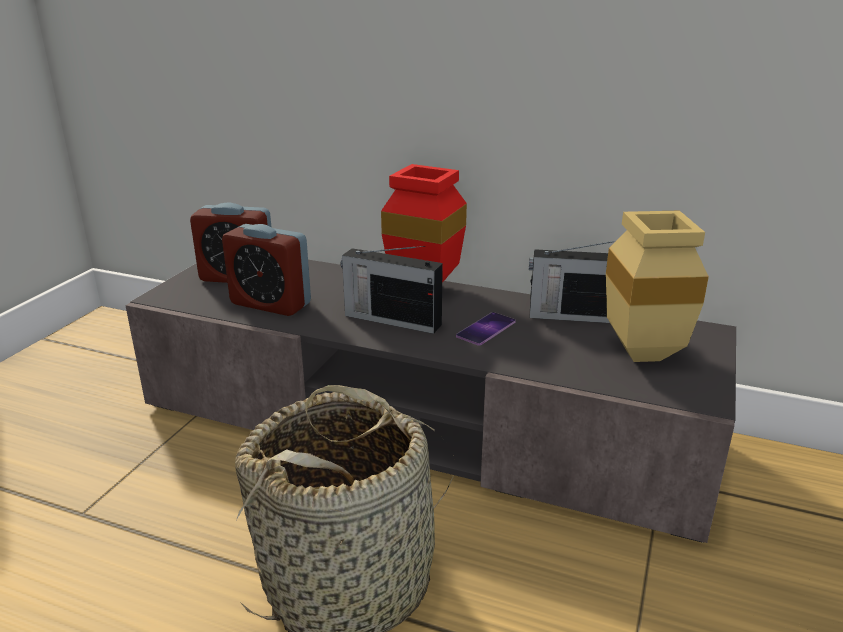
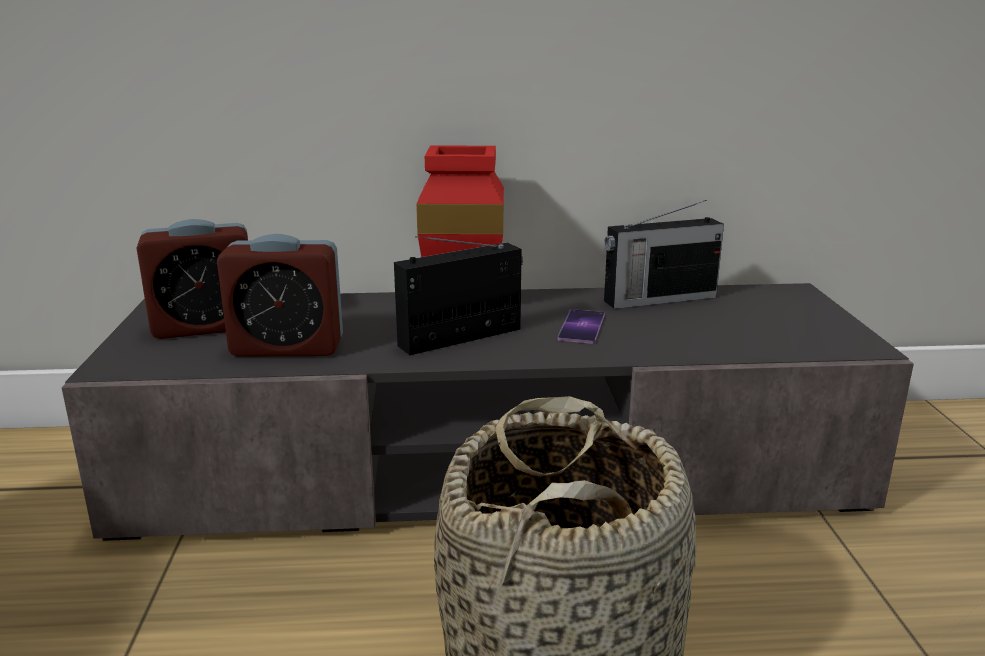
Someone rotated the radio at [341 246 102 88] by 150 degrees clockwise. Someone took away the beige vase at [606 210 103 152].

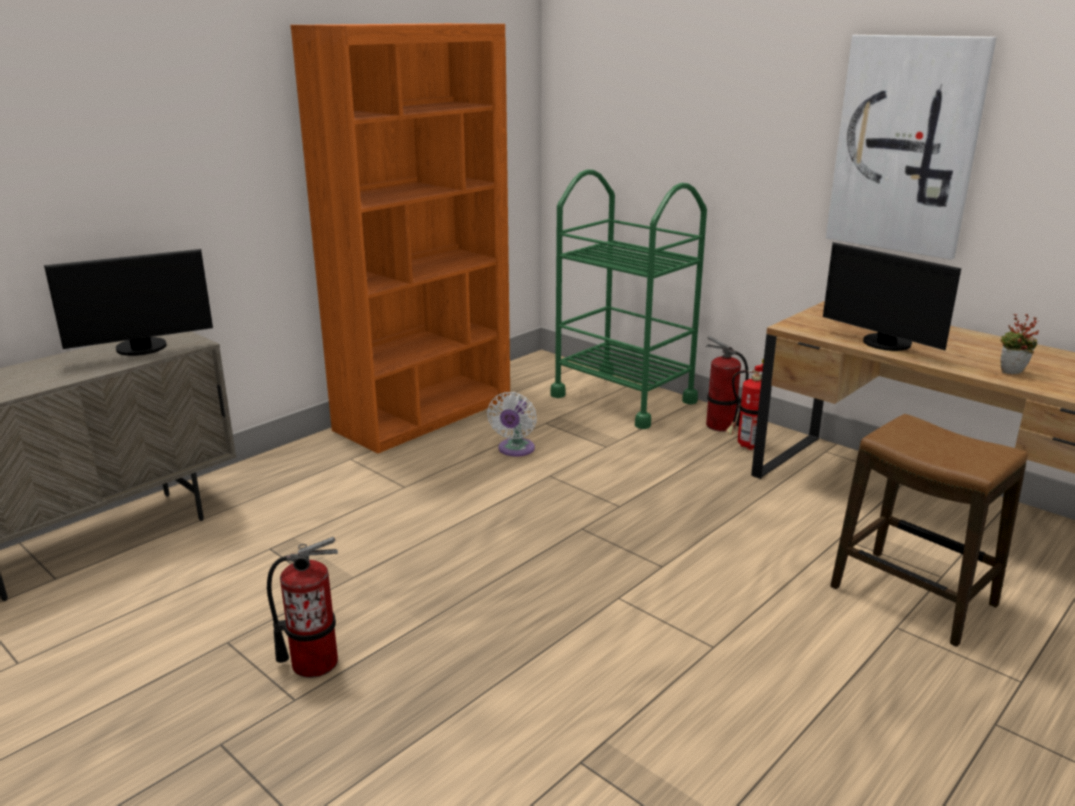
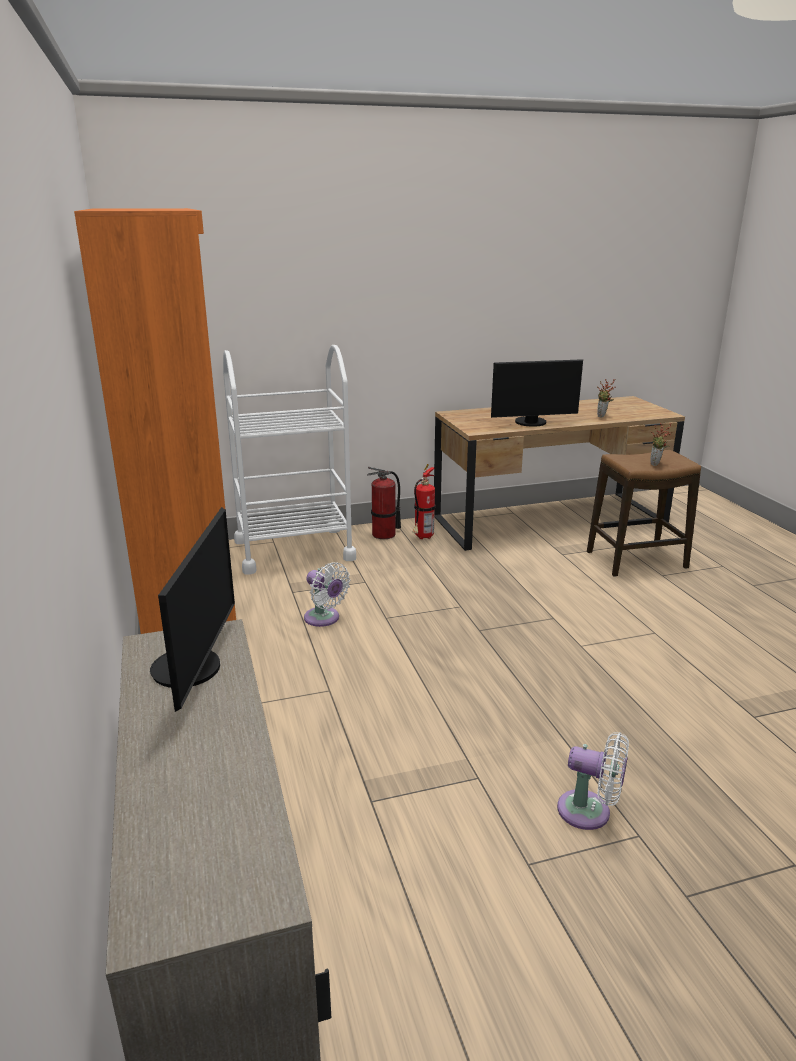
Someone repainted the green cart at [550 169 157 260], which became the white cart at [223 345 133 229]. Someone swapped the fire extinguisher at [267 537 71 141] for the white fan at [557 732 72 98]. Someone put down the potted plant at [650 423 23 43]. Someone took away the picture at [826 35 171 225].

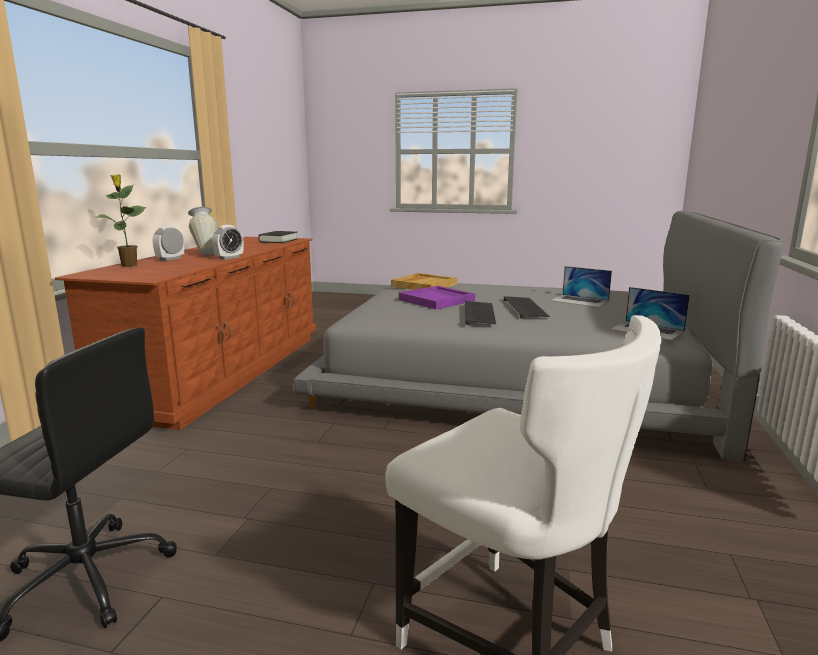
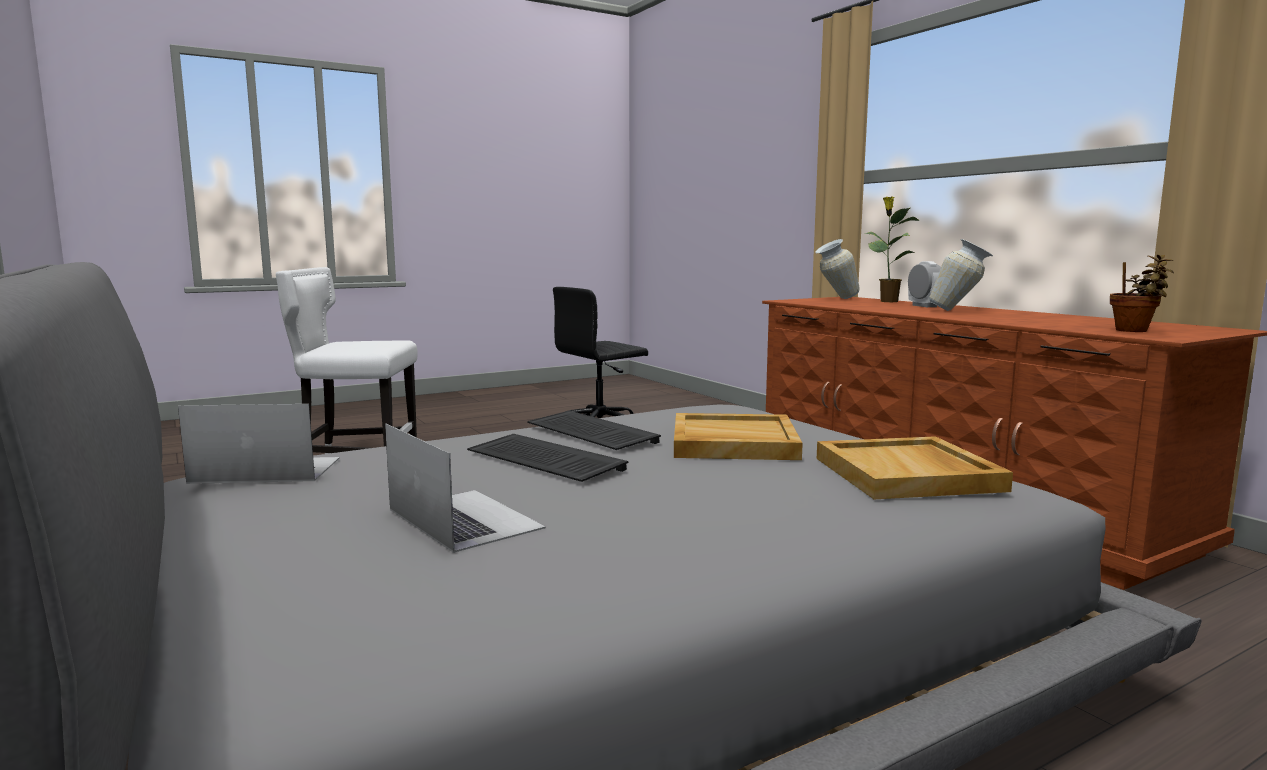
Someone rotated the laptop at [550 266 62 41] by 60 degrees clockwise. Someone repainted the purple tray at [399 286 76 23], which became the beige tray at [674 413 129 47]. Someone put down the vase at [815 239 45 60]. Someone swapped the black book at [258 231 40 12] for the potted plant at [1110 255 64 77]. Someone took away the alarm clock at [212 225 32 35].

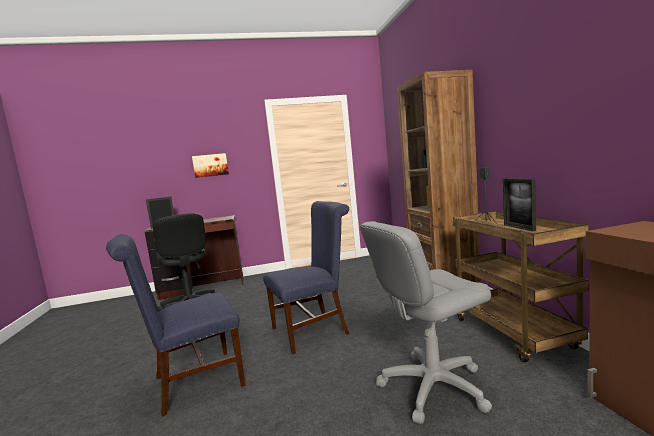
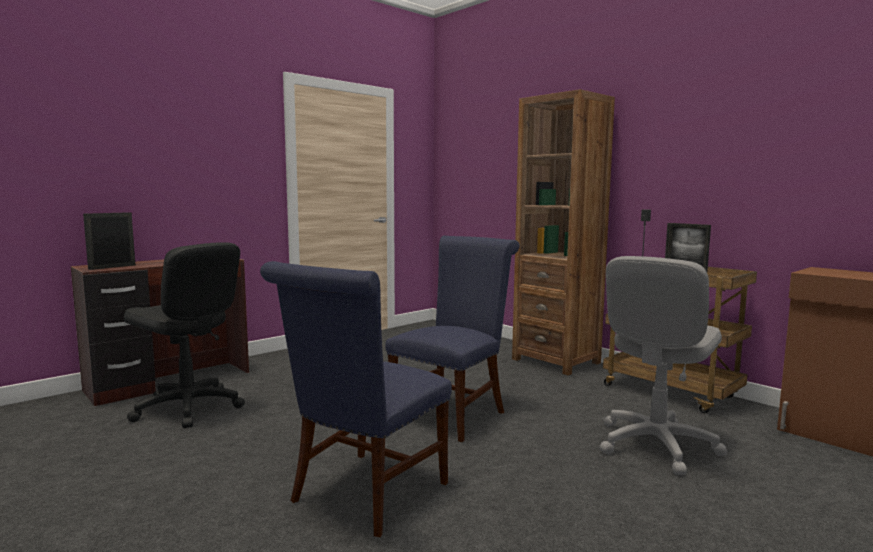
Someone took away the picture at [192 153 37 25].

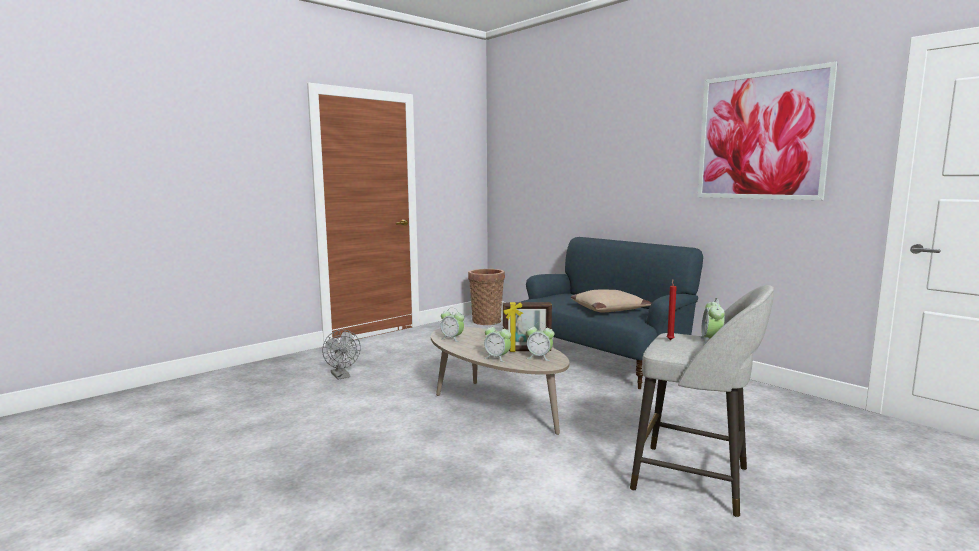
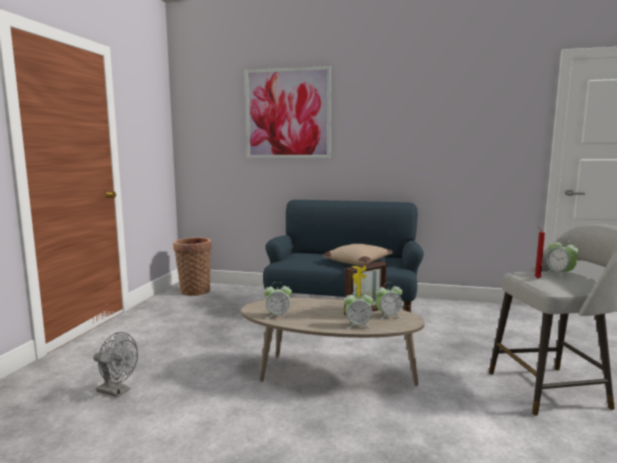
Someone carried the picture from [698 62 140 138] to [245 66 86 92].

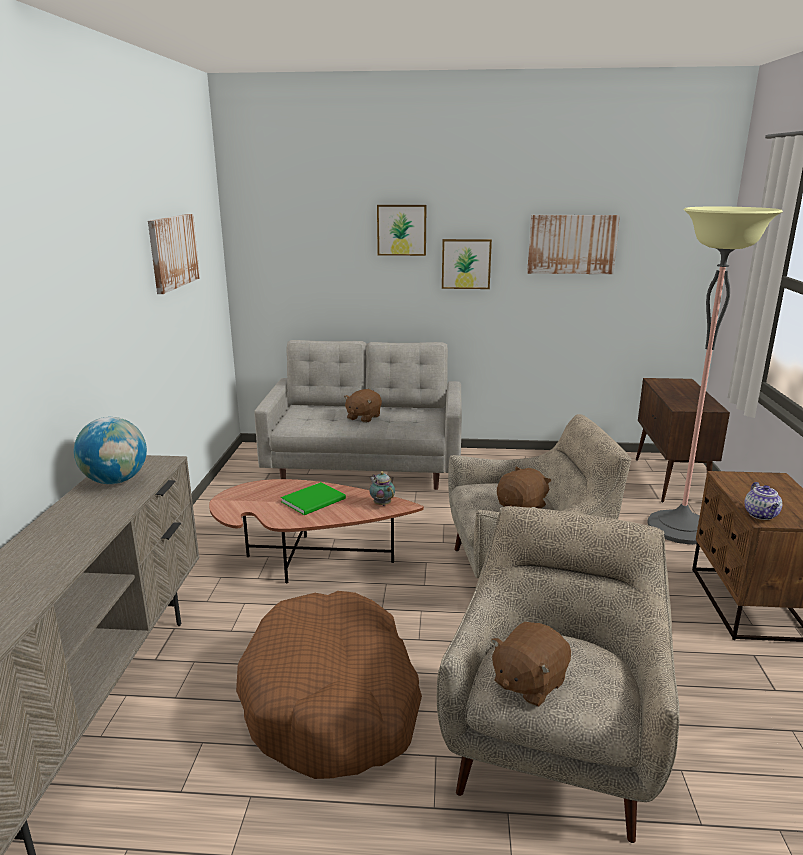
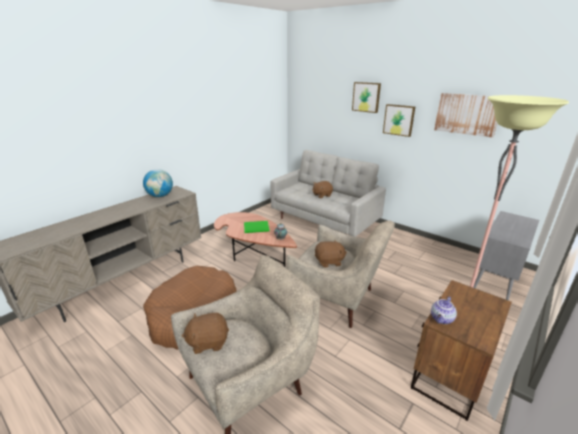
Someone repainted the brown cabinet at [636 378 94 125], which became the grey cabinet at [473 211 66 90]. Someone took away the picture at [148 214 52 80].

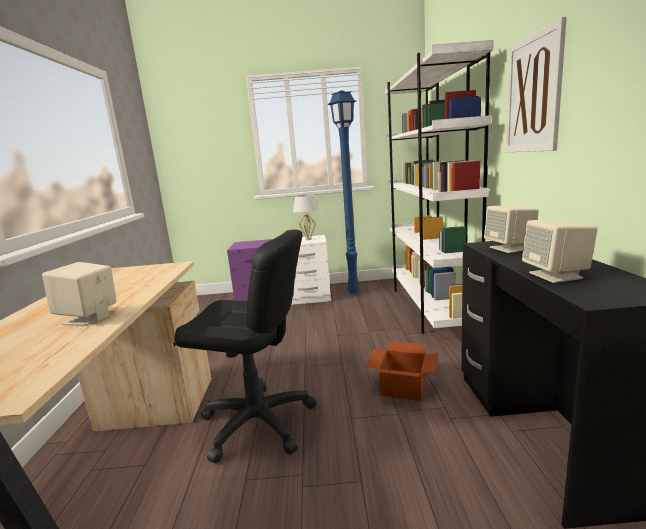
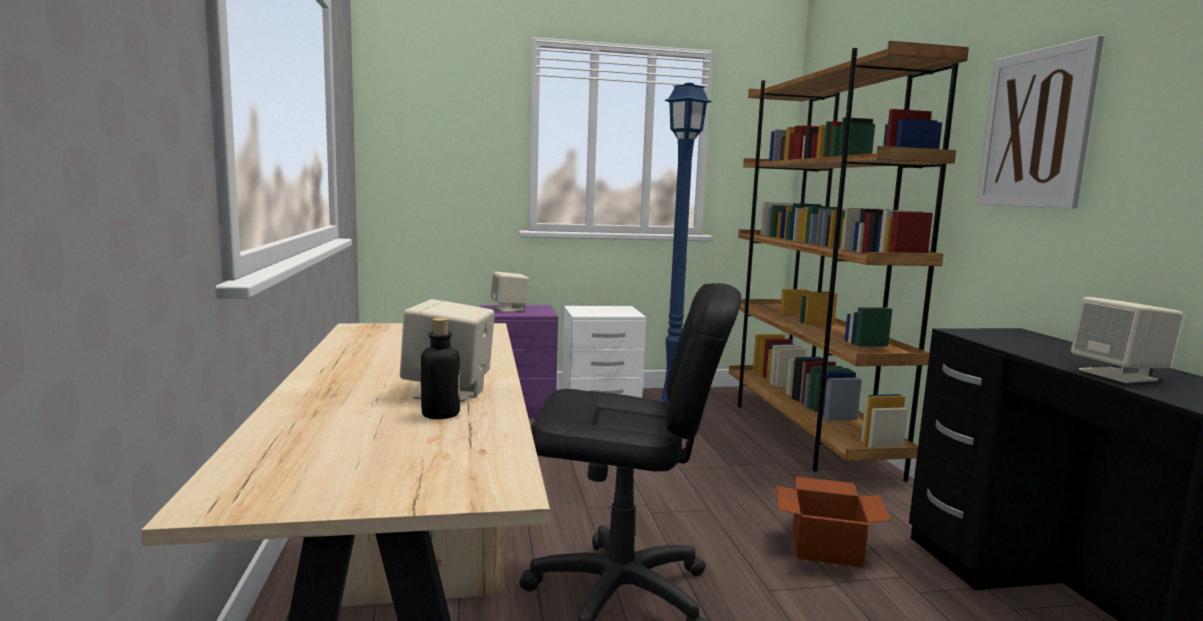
Someone put down the bottle at [421 318 39 101]. Someone carried the beige speaker from [484 206 55 47] to [491 272 38 40]. Someone repainted the white bookcase at [385 40 109 294], which became the brown bookcase at [729 41 240 441]. Someone took away the white table lamp at [293 194 26 46].

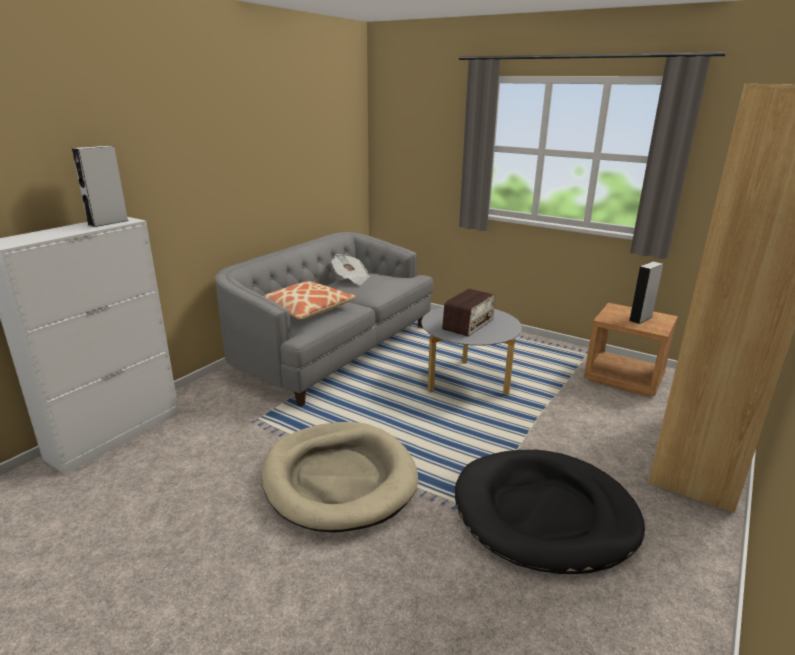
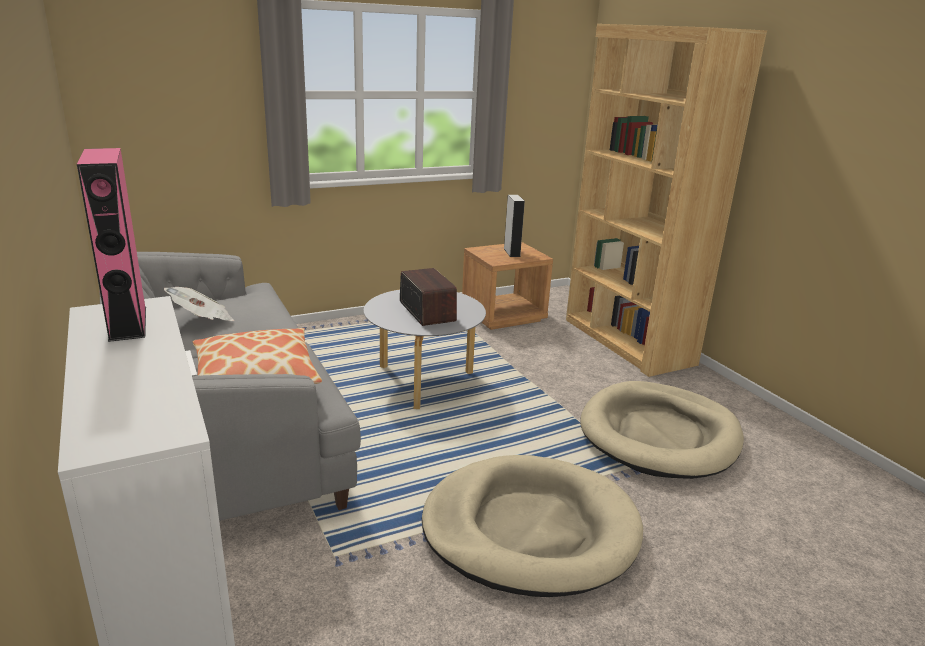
Someone repainted the grey speaker at [72 146 56 81], which became the pink speaker at [77 148 69 194]. Someone repainted the black dog bed at [455 450 190 124], which became the beige dog bed at [580 381 164 98].

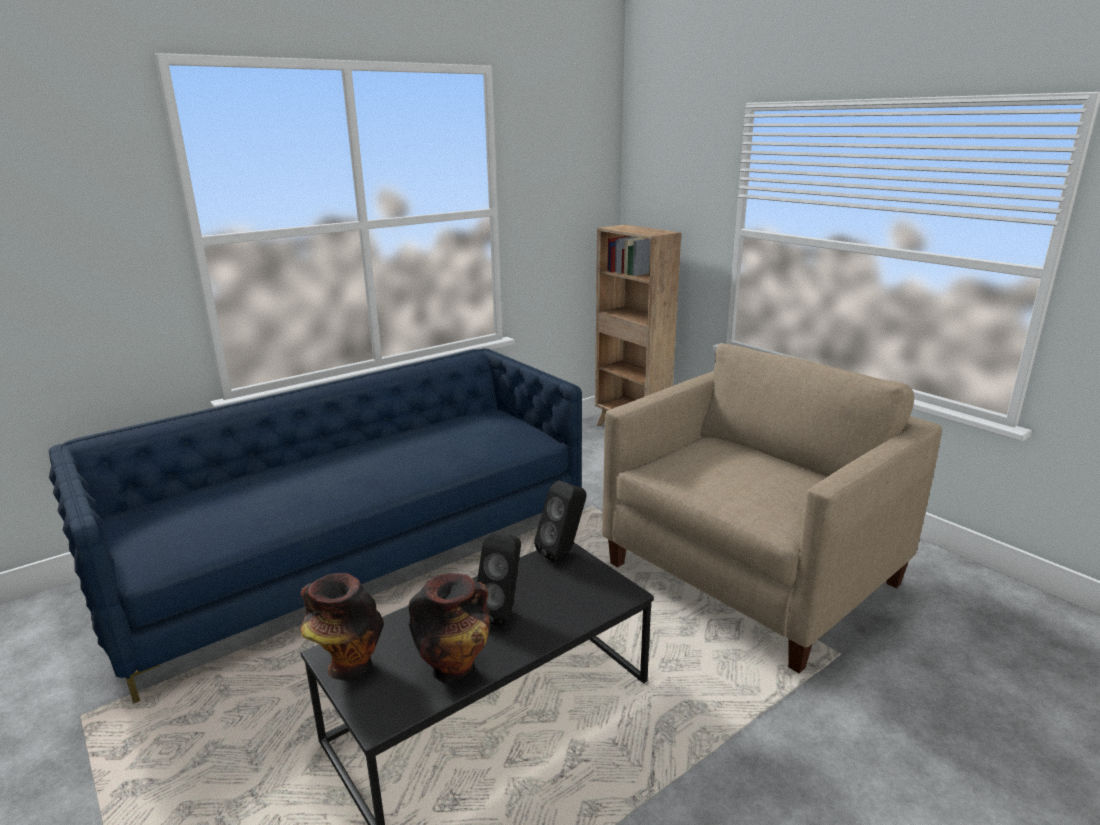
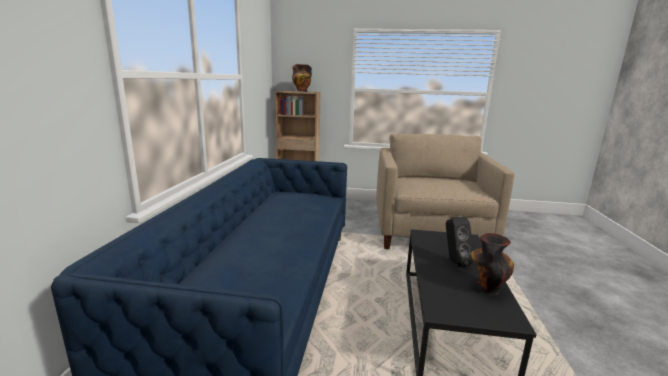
Someone carried the vase from [301 573 83 108] to [292 64 20 28]. Someone took away the black speaker at [534 480 53 82].

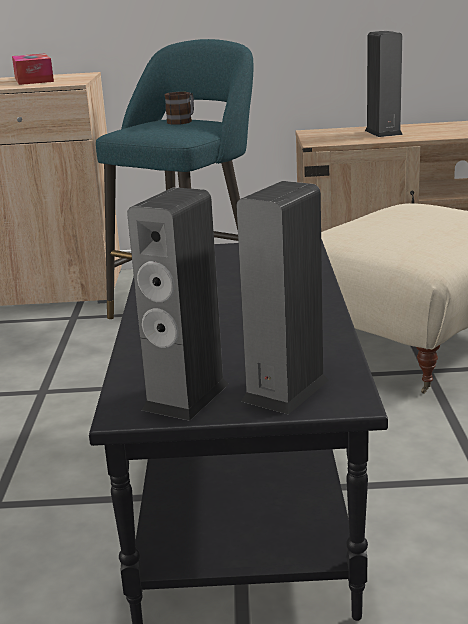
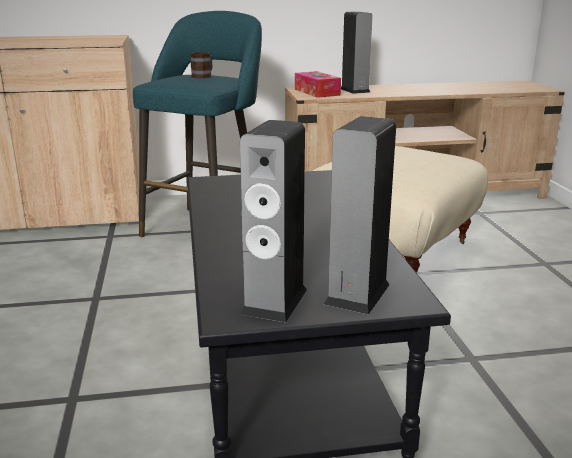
Someone carried the tissue box from [12 53 42 32] to [295 71 46 27].

